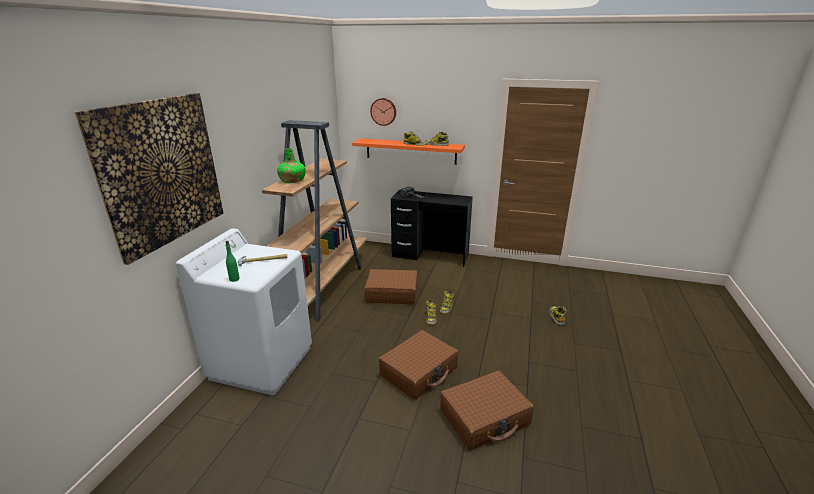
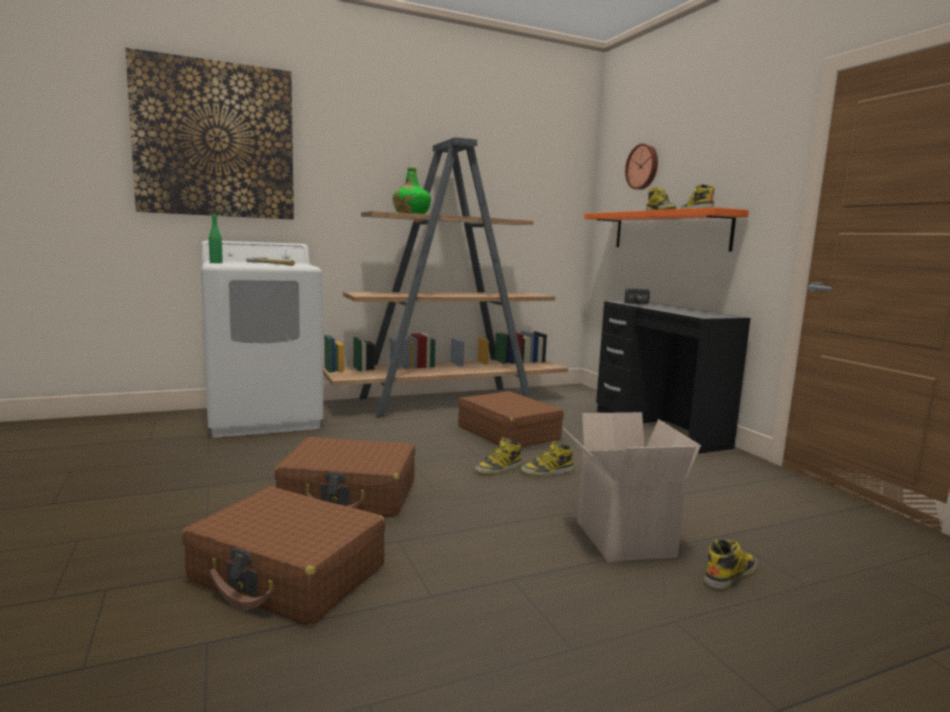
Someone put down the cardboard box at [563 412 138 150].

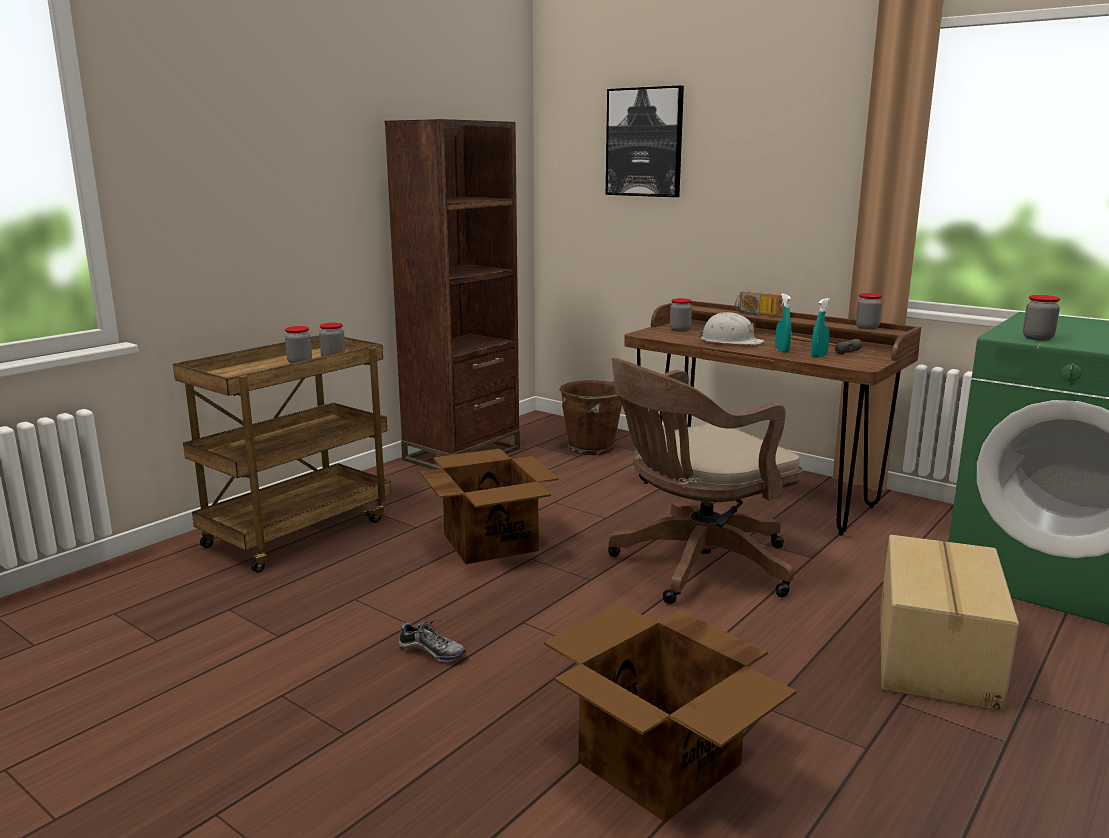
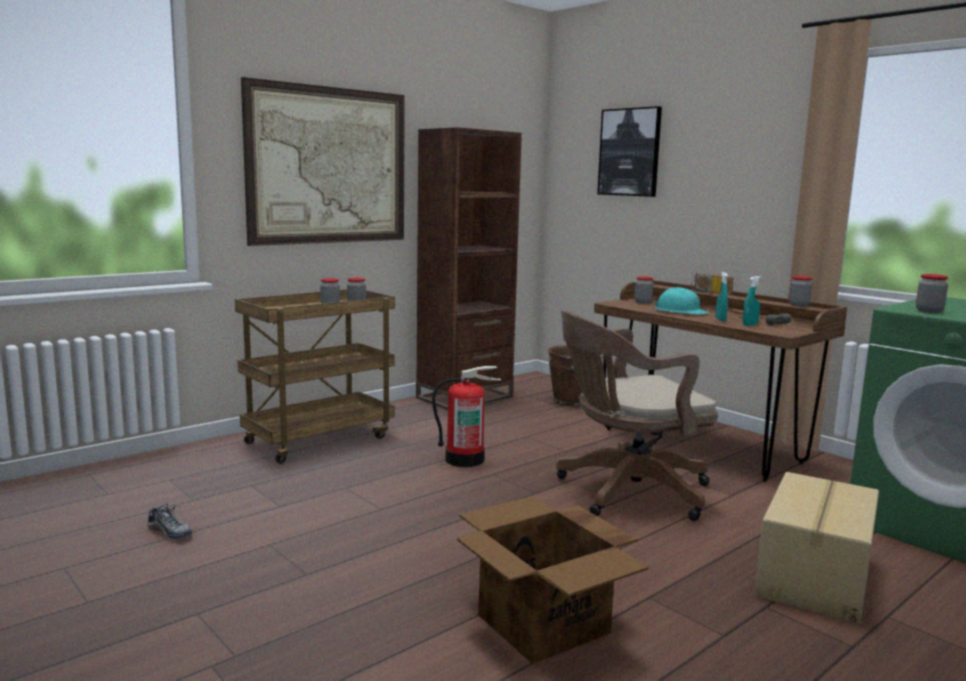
Someone carried the shoe from [399 617 67 45] to [147 503 45 37]. Someone put up the picture at [241 77 164 169]. Someone swapped the cardboard box at [420 449 139 115] for the fire extinguisher at [432 366 69 101]. Someone repainted the white hard hat at [697 312 67 33], which became the turquoise hard hat at [653 287 56 28].

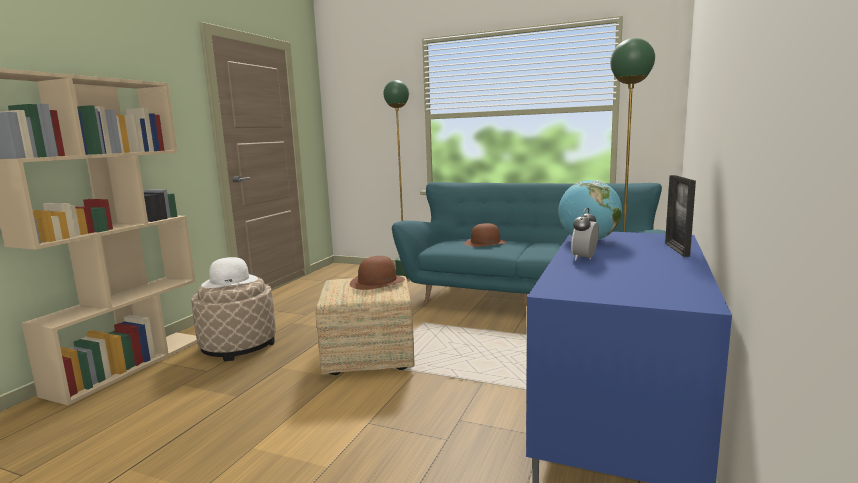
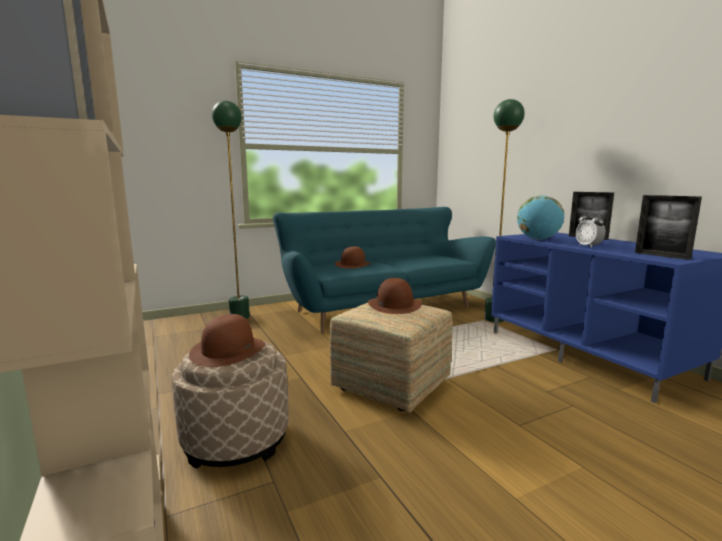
Someone repainted the white hat at [201 257 57 31], which became the brown hat at [189 314 76 53]. Someone put down the picture frame at [635 195 67 65].

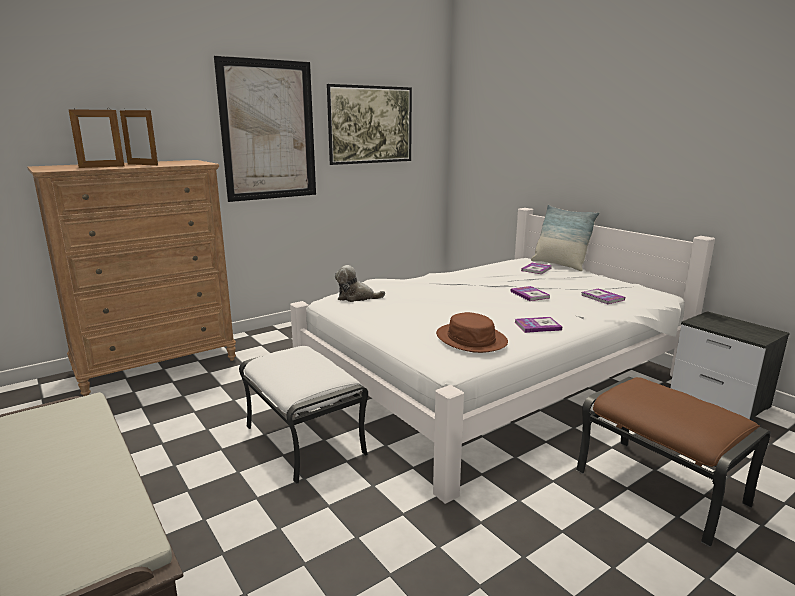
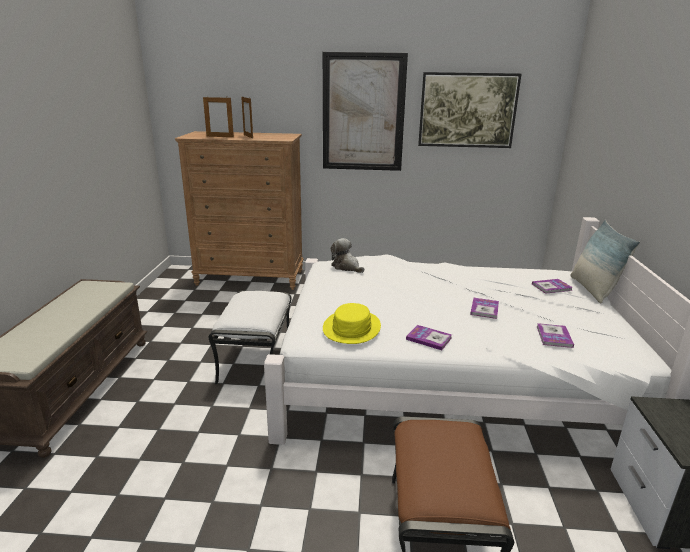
Someone repainted the brown hat at [436 312 72 41], which became the yellow hat at [323 303 58 41].

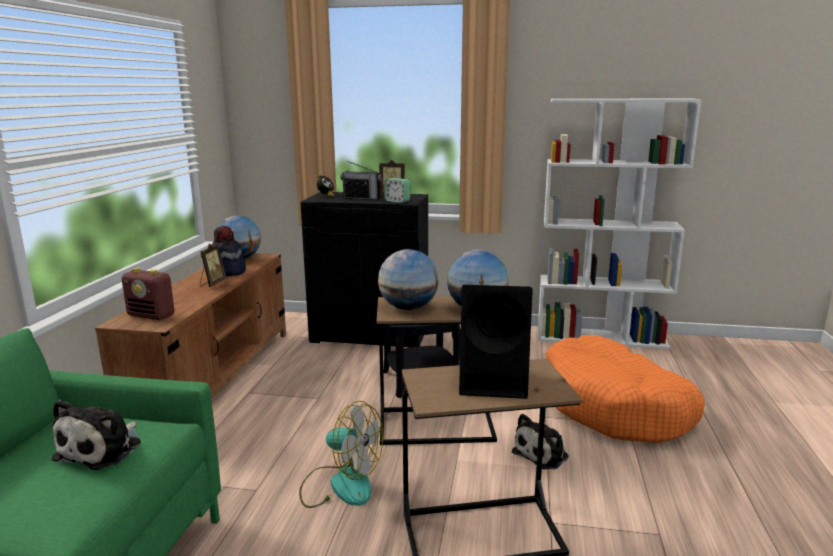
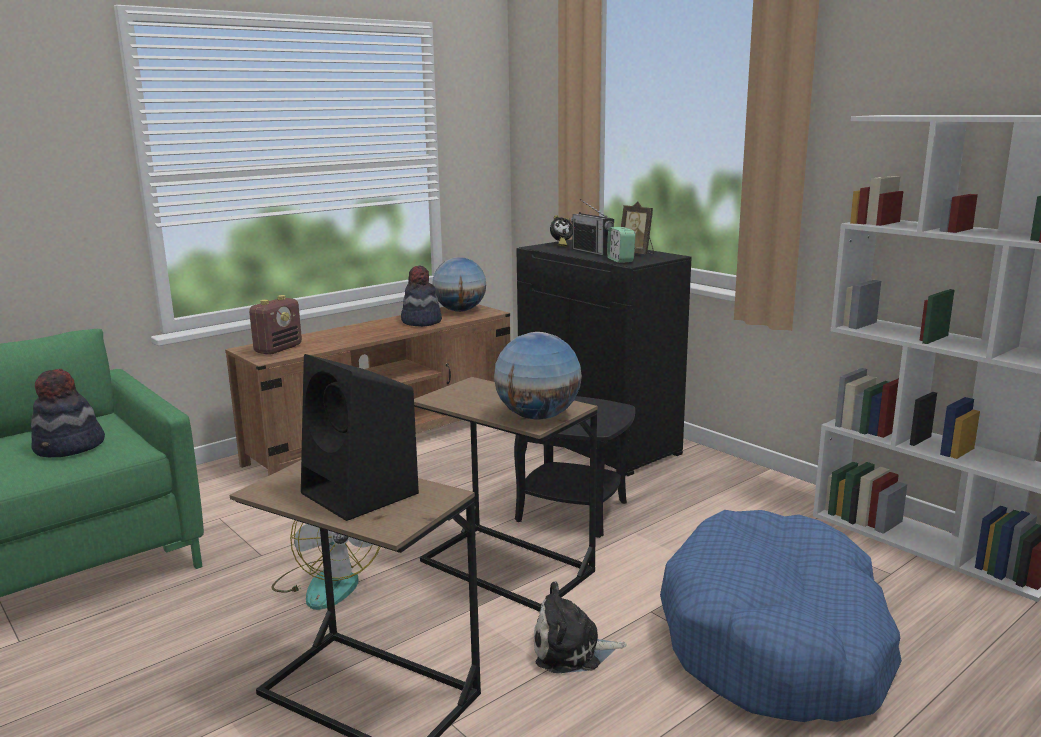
Someone swapped the plush toy at [52 400 89 70] for the hat at [31 369 74 89]. Someone rotated the radio at [122 268 52 52] by 120 degrees counterclockwise. Someone repainted the orange dog bed at [546 335 159 108], which became the blue dog bed at [660 510 242 212]. Someone took away the picture frame at [200 244 26 43]. Someone took away the globe at [378 249 61 61].

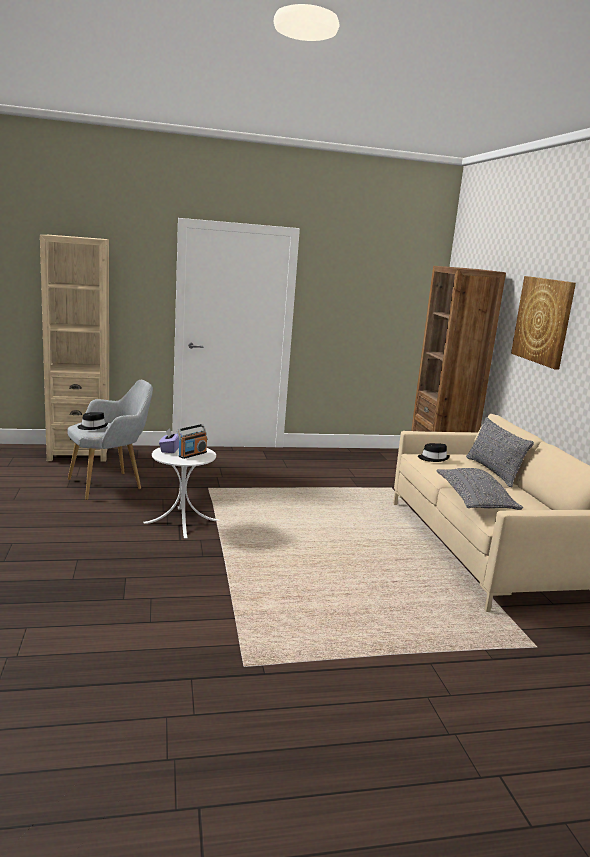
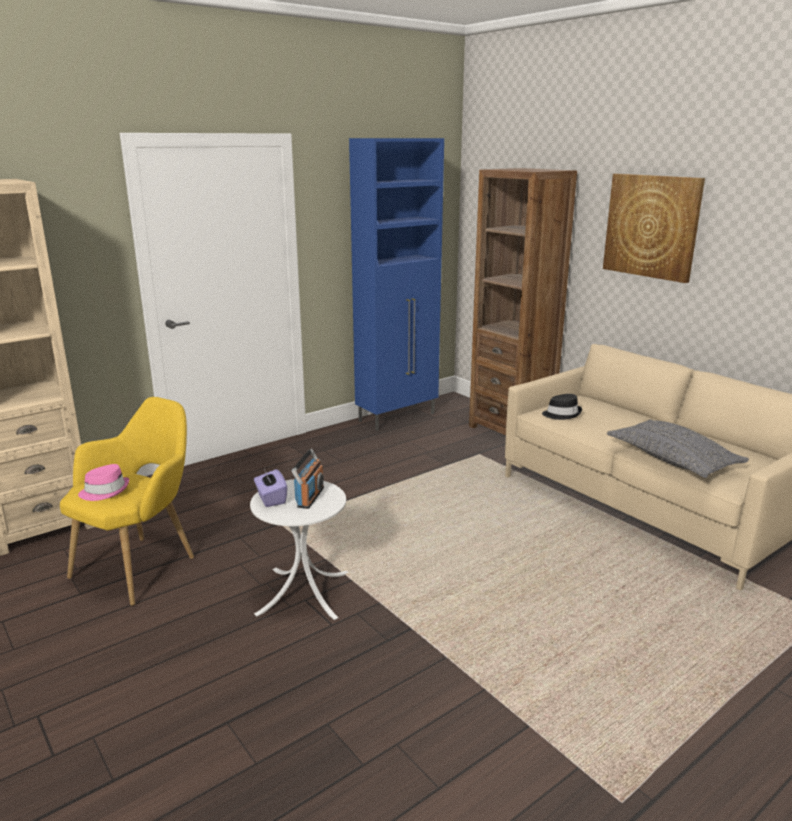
Someone repainted the grey armchair at [67 380 86 120], which became the yellow armchair at [60 397 134 209]. Someone repainted the black hat at [78 412 30 18], which became the pink hat at [78 464 51 37]. Someone put down the blue cabinet at [349 138 95 293]. Someone took away the grey pillow at [466 417 68 70].

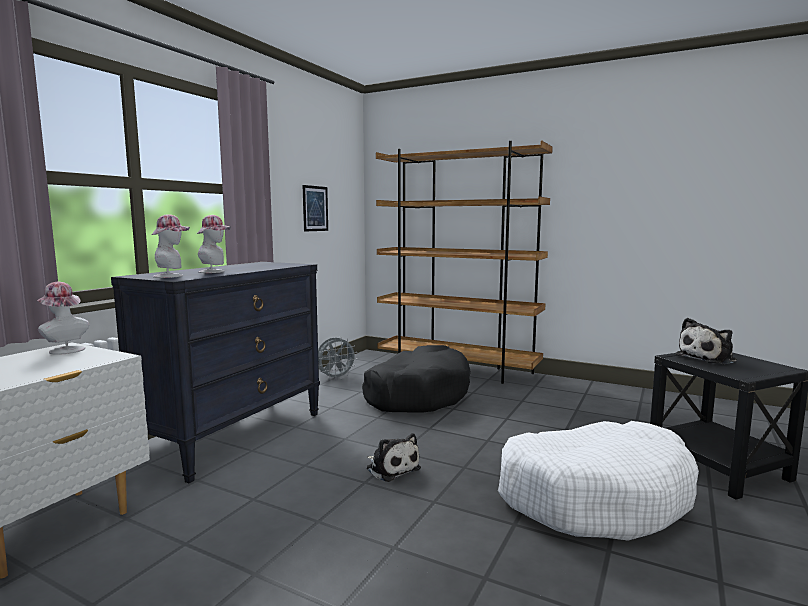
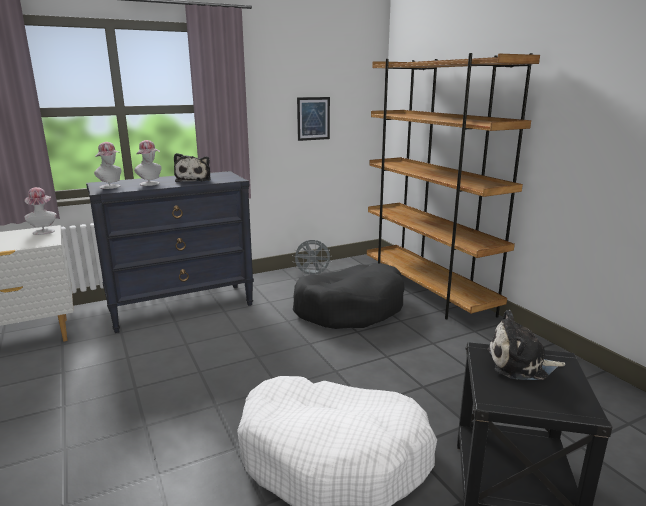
Someone carried the plush toy from [366 433 55 49] to [174 153 37 29].

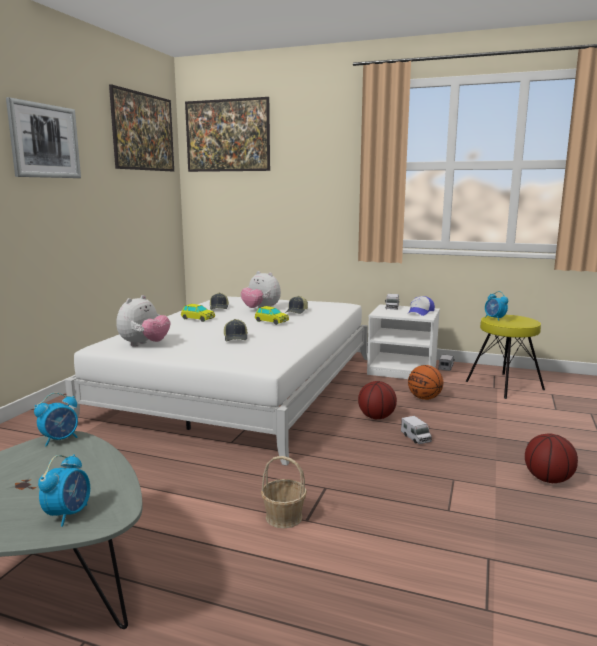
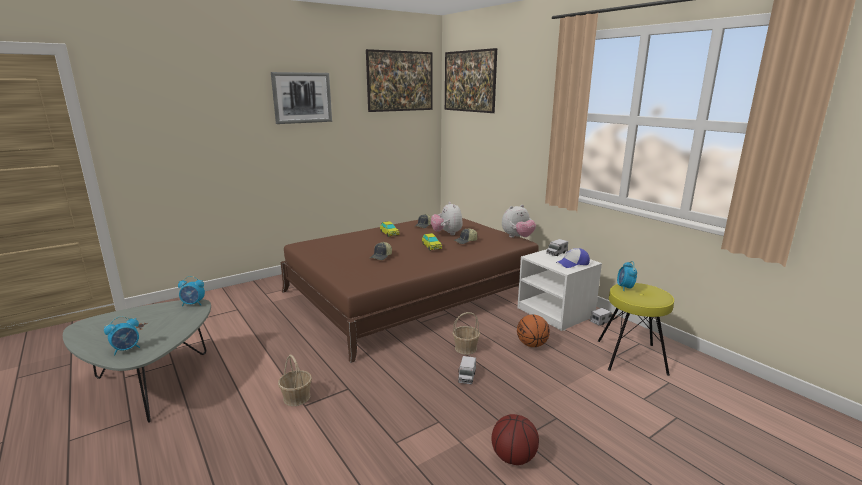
Someone repainted the white bed at [65 297 303 169], which became the brown bed at [281 218 258 145]. Someone swapped the basketball at [358 381 39 38] for the basket at [453 312 27 43]. Someone carried the plush toy from [117 295 53 51] to [502 205 34 33].

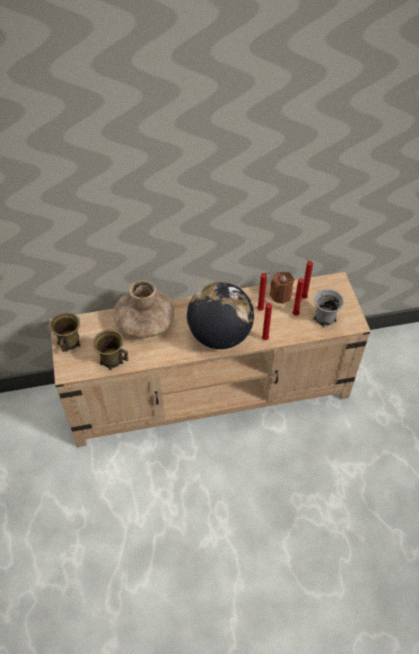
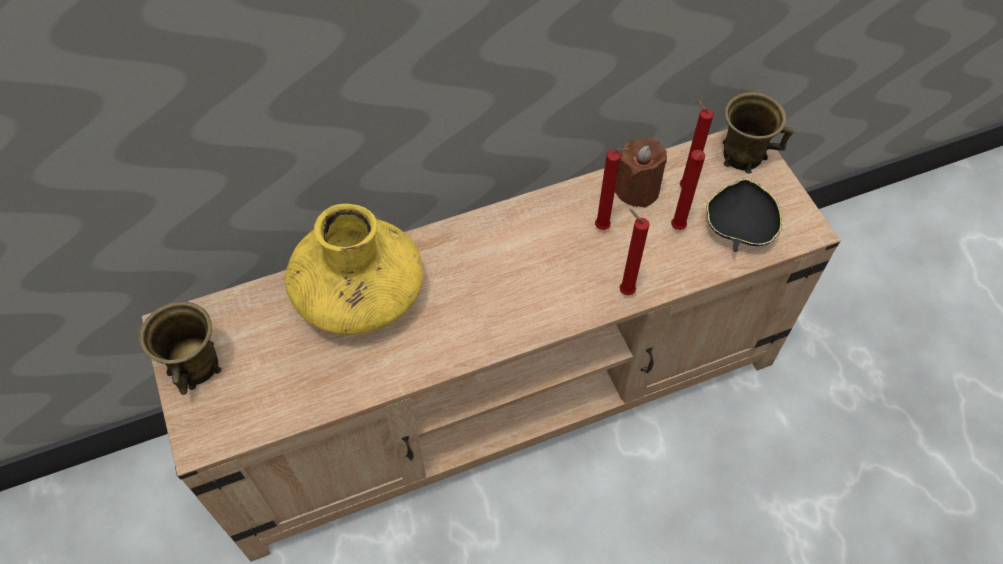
Someone repainted the brown vase at [114 280 60 58], which became the yellow vase at [285 204 138 131]. Someone swapped the grey mug at [313 289 31 38] for the black bowl at [706 178 76 74]. Someone carried the brown mug from [93 329 36 41] to [723 92 71 82]. Someone took away the globe at [187 282 67 67].

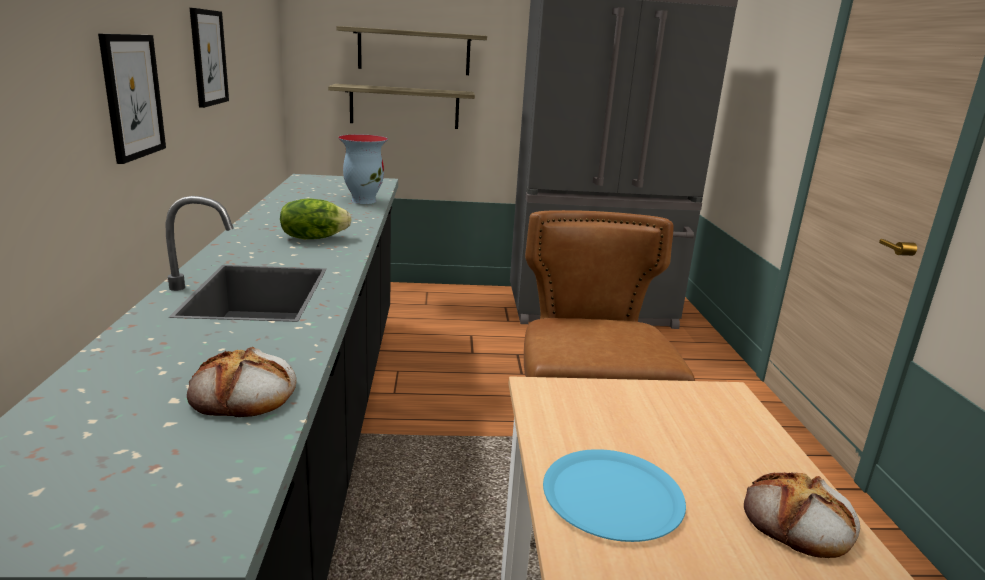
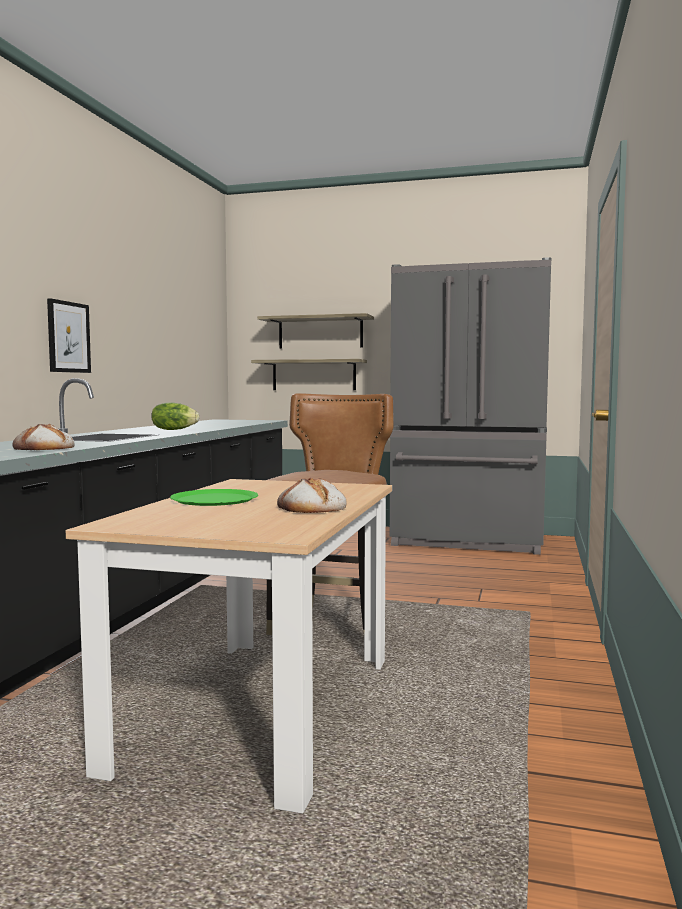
Someone repainted the blue plate at [543 449 143 93], which became the green plate at [170 489 88 17]. Someone took away the picture at [190 8 39 100]. Someone took away the vase at [338 134 50 70].

